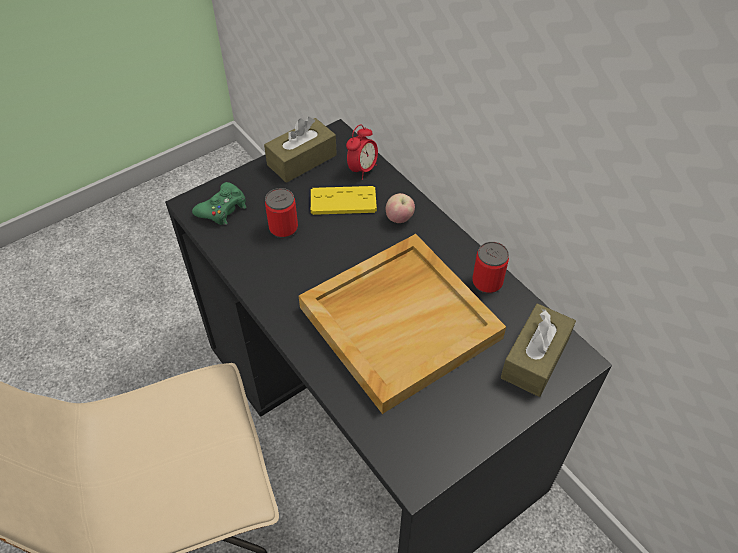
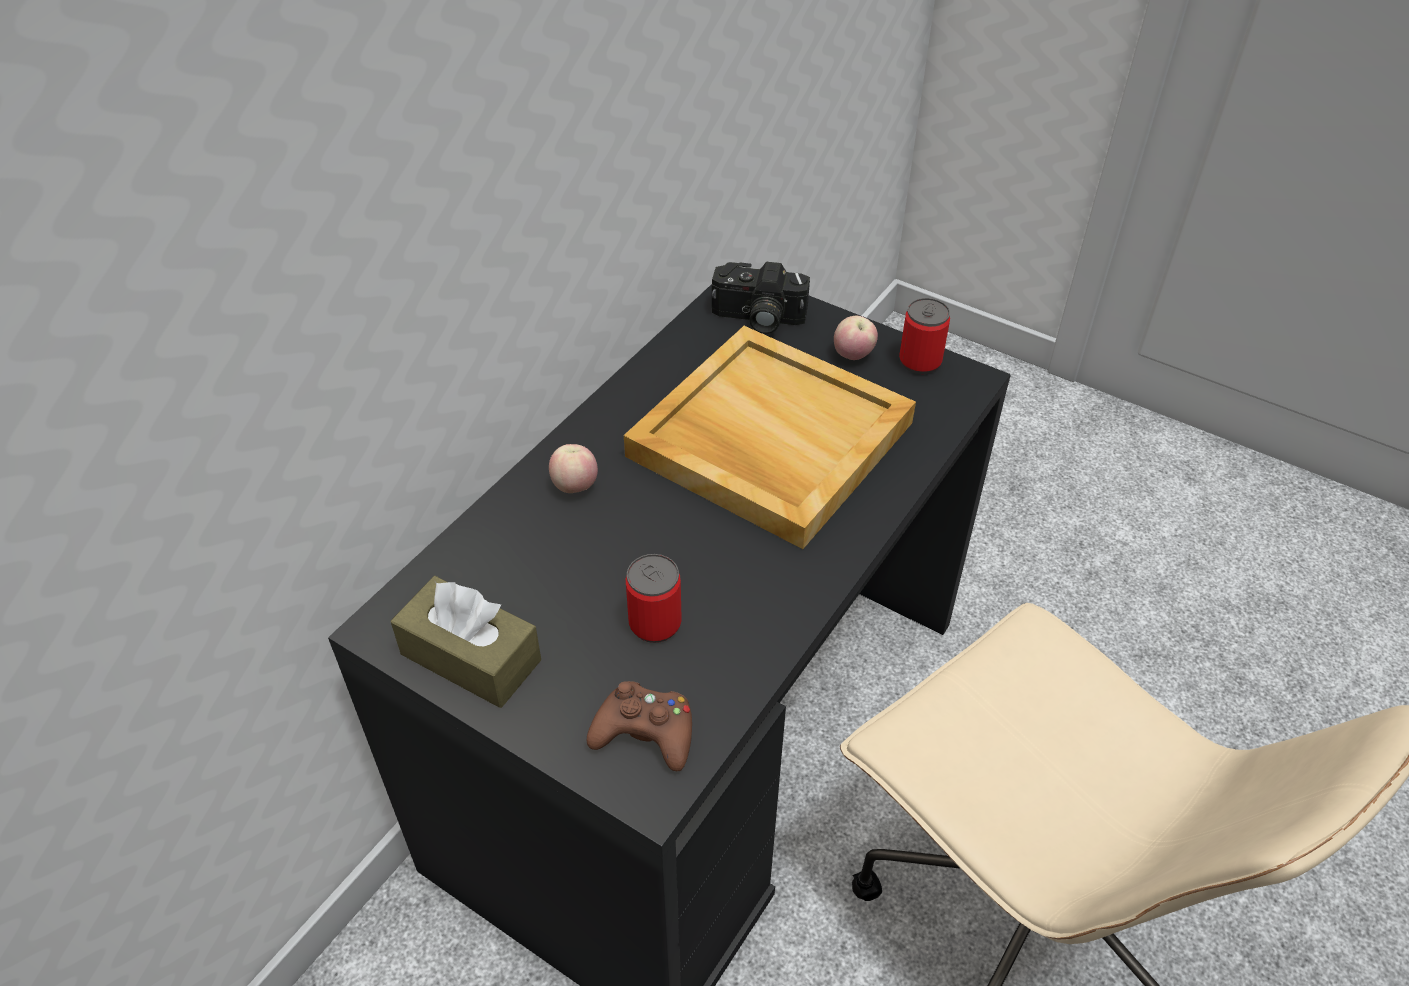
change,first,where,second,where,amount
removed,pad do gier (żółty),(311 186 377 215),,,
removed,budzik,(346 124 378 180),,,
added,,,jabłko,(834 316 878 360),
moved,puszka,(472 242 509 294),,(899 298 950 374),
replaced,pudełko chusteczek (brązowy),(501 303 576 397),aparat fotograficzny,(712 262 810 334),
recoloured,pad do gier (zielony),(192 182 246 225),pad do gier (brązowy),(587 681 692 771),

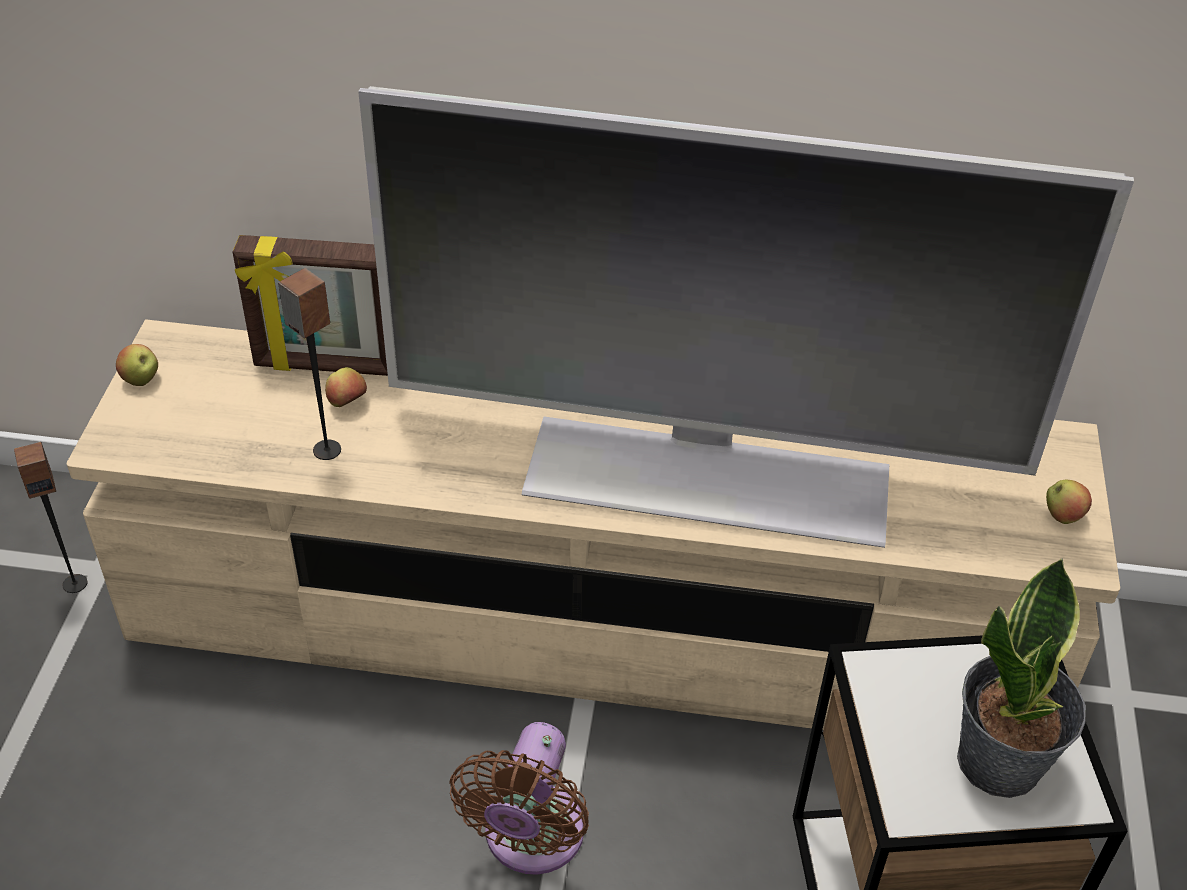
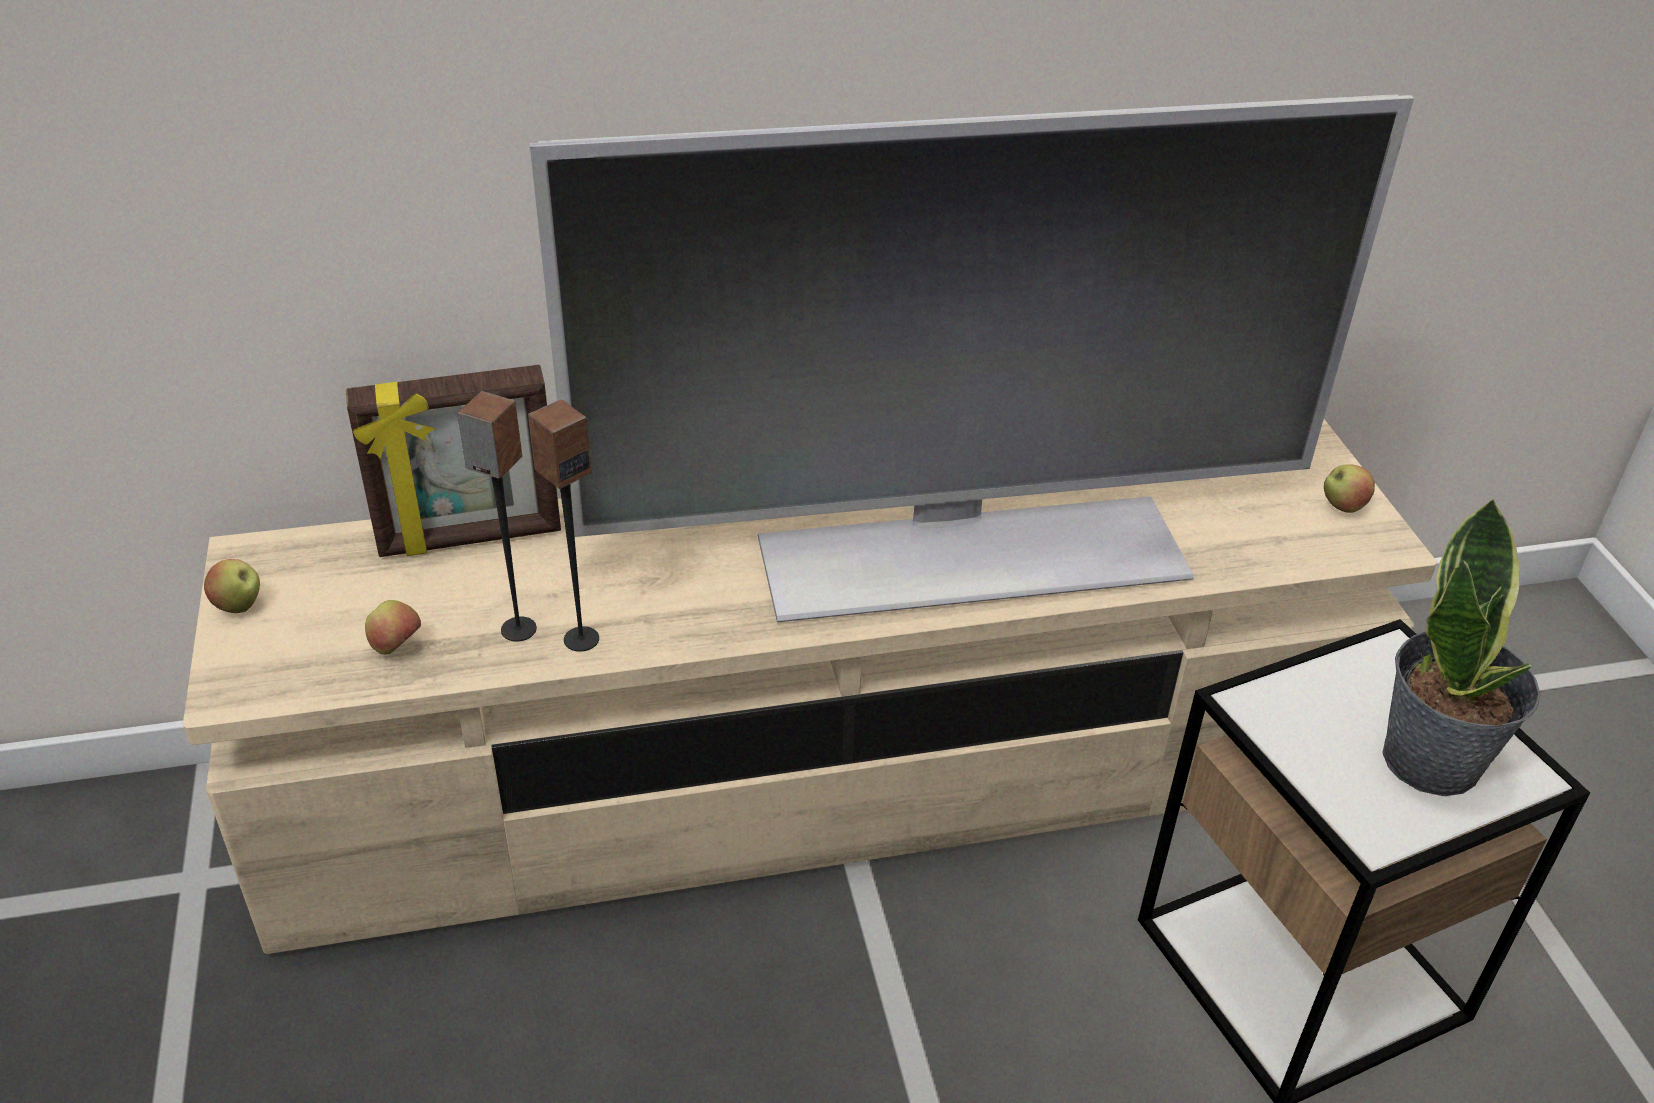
change,first,where,second,where,amount
removed,wentylator (brązowy),(449 722 589 875),,,
moved,głośnik,(14 441 87 593),,(528 399 599 652),
moved,jabłko,(325 367 367 407),,(365 600 421 655),

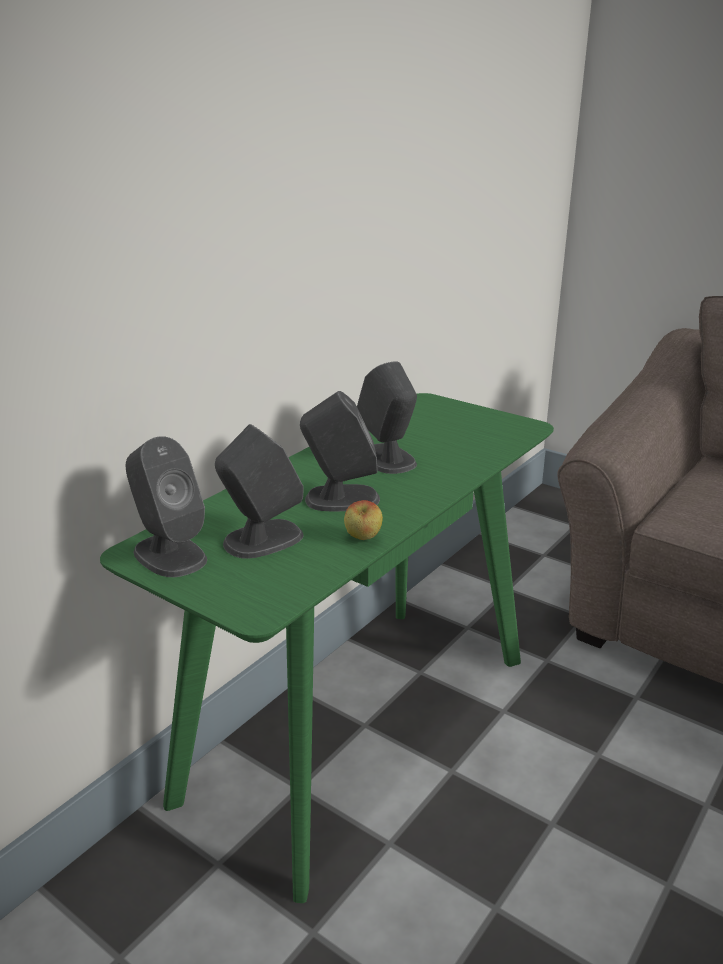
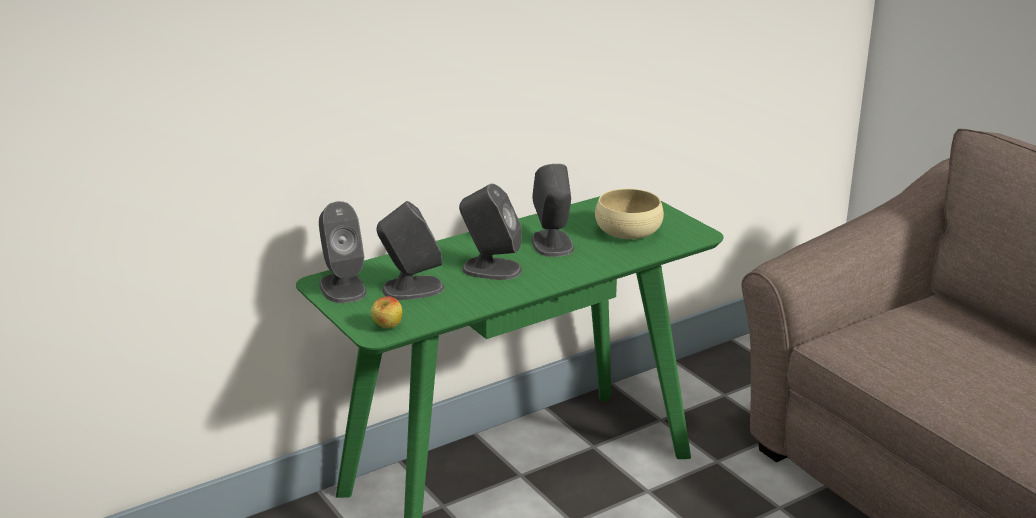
change,first,where,second,where,amount
added,,,miska (beżowy),(595 188 664 239),
moved,jabłko,(344 500 383 540),,(371 296 402 328),

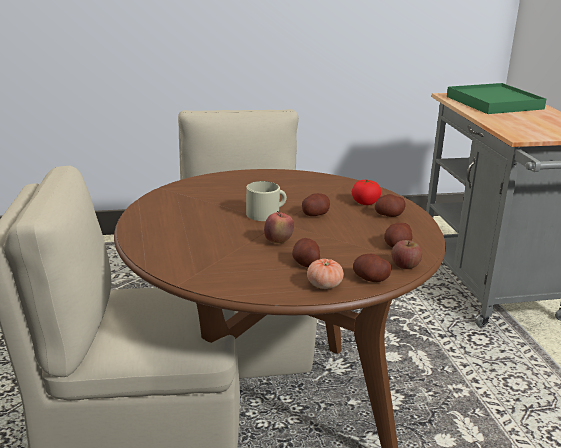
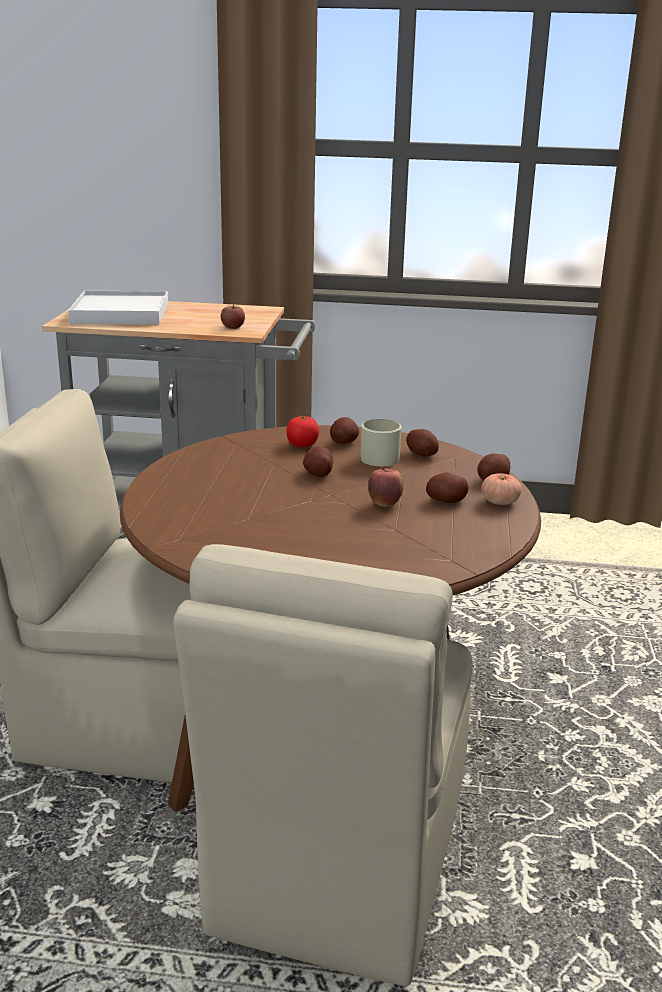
change,first,where,second,where,amount
moved,kubek (beżowy),(246 181 287 221),,(361 419 402 466),
moved,jabłko,(392 240 422 269),,(221 305 245 329),
recoloured,taca (zielony),(447 83 546 114),taca (biały),(68 290 168 325),

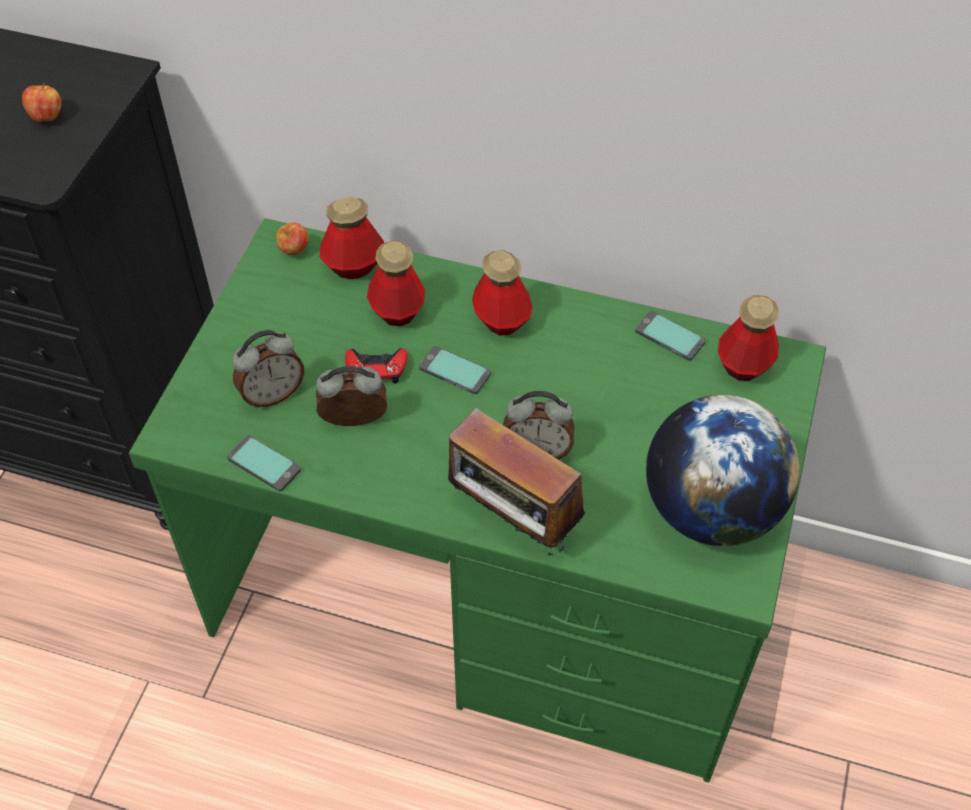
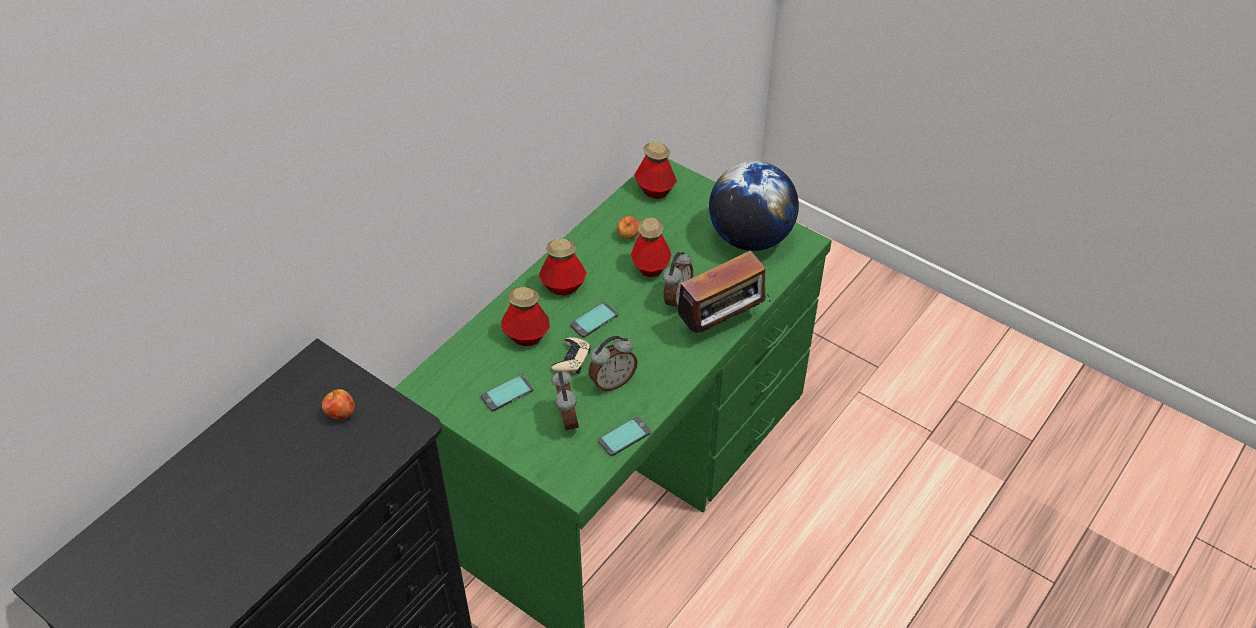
change,first,where,second,where,amount
moved,jabłko,(276 222 309 255),,(617 216 639 239),
moved,butelka,(320 197 384 279),,(631 217 671 277),
moved,telefon,(635 311 706 361),,(481 374 534 412),
recoloured,pad do gier (czerwony),(345 348 408 384),pad do gier (beżowy),(551 337 591 374),
turned,budzik,(316 366 387 426),,(588 336 638 391),135 degrees counterclockwise

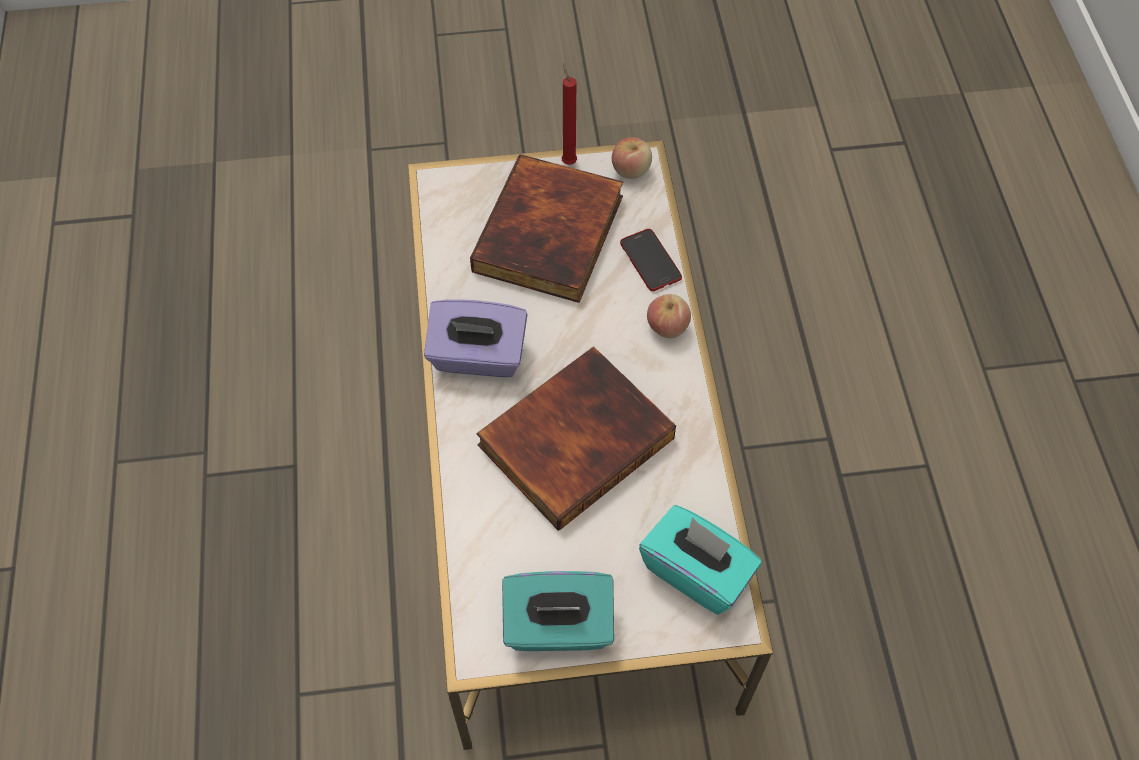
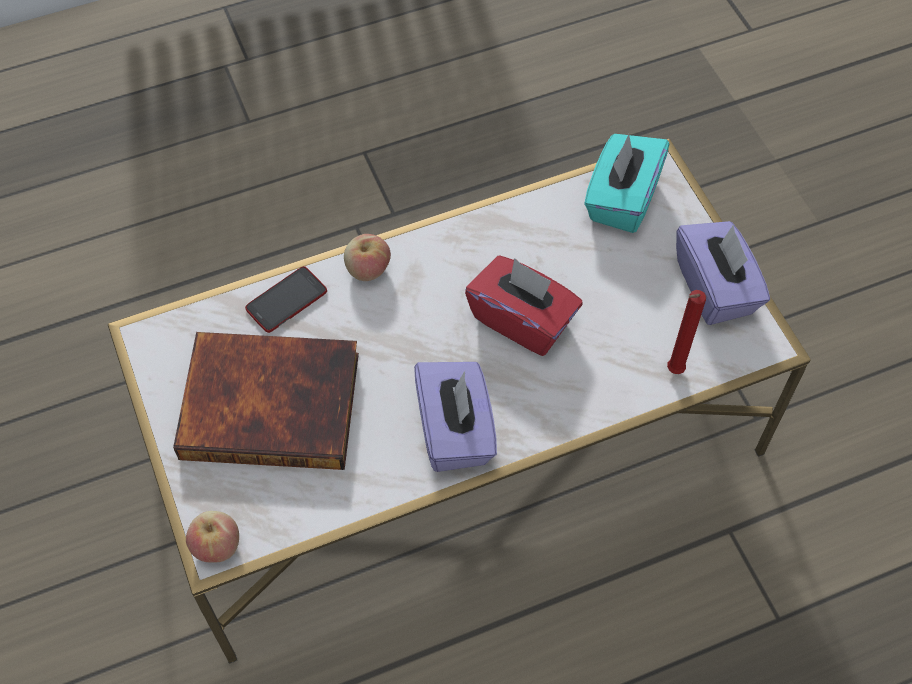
change,first,where,second,where,amount
moved,świeca (czerwony),(562 62 577 165),,(667 290 706 374),
moved,jabłko,(612 137 652 179),,(186 511 239 562),
replaced,książka,(476 346 676 531),pudełko chusteczek (czerwony),(465 256 582 356),
recoloured,pudełko chusteczek (turkusowy),(502 571 614 651),pudełko chusteczek (fioletowy),(676 221 770 325),

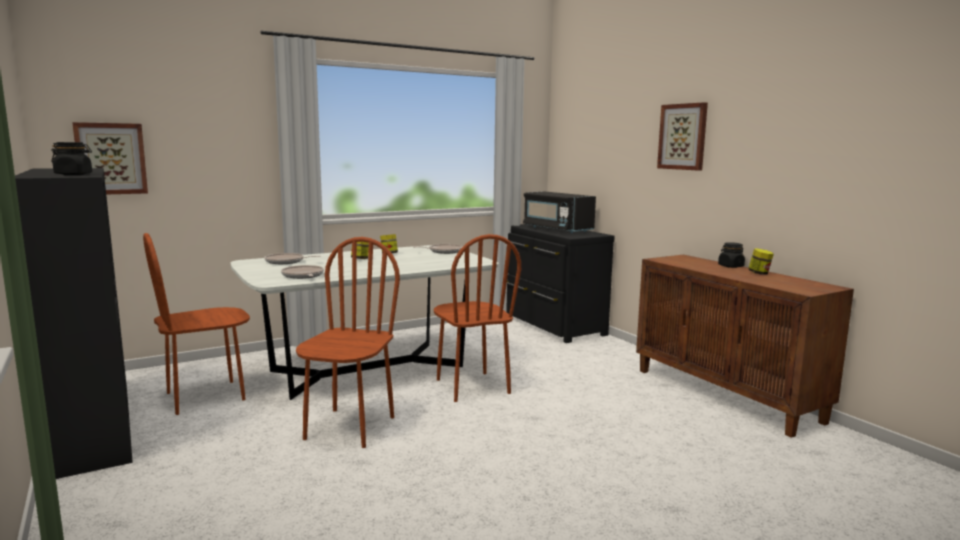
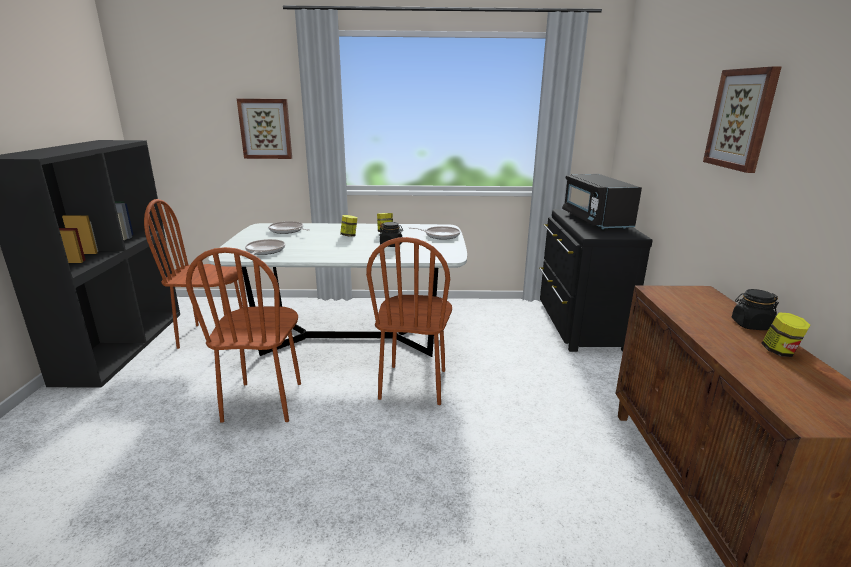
change,first,where,second,where,amount
moved,słoik (czarny),(51 142 92 175),,(379 222 403 247),
moved,obraz,(72 122 148 195),,(237 99 292 159),
turned,krzesło (brązowy),(296 237 400 448),,(186 247 301 423),135 degrees clockwise

